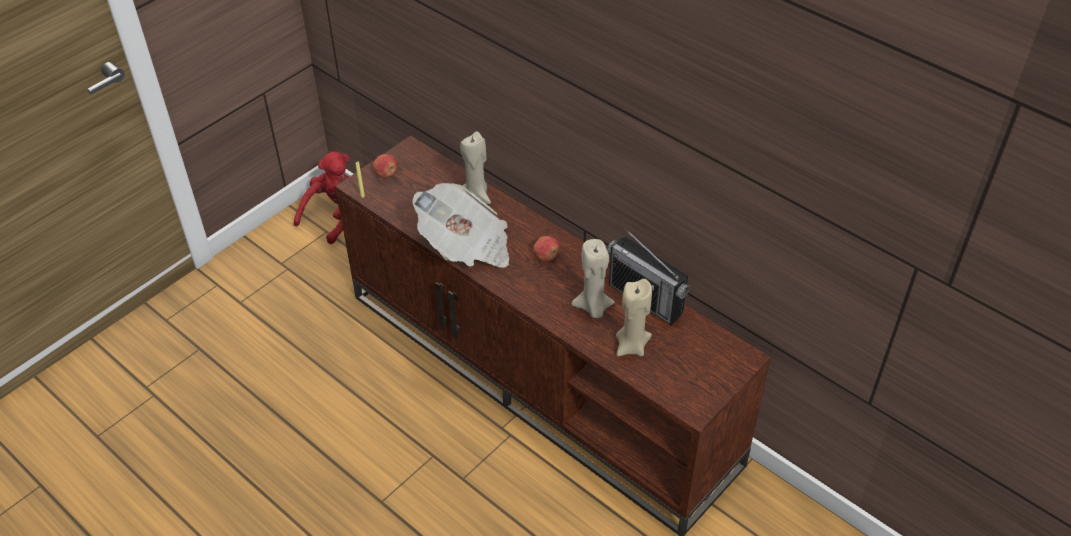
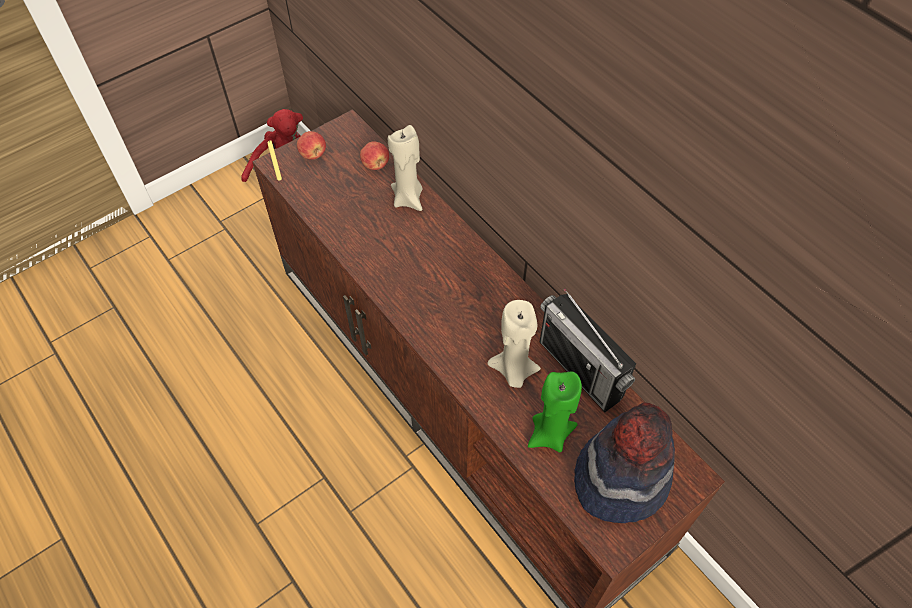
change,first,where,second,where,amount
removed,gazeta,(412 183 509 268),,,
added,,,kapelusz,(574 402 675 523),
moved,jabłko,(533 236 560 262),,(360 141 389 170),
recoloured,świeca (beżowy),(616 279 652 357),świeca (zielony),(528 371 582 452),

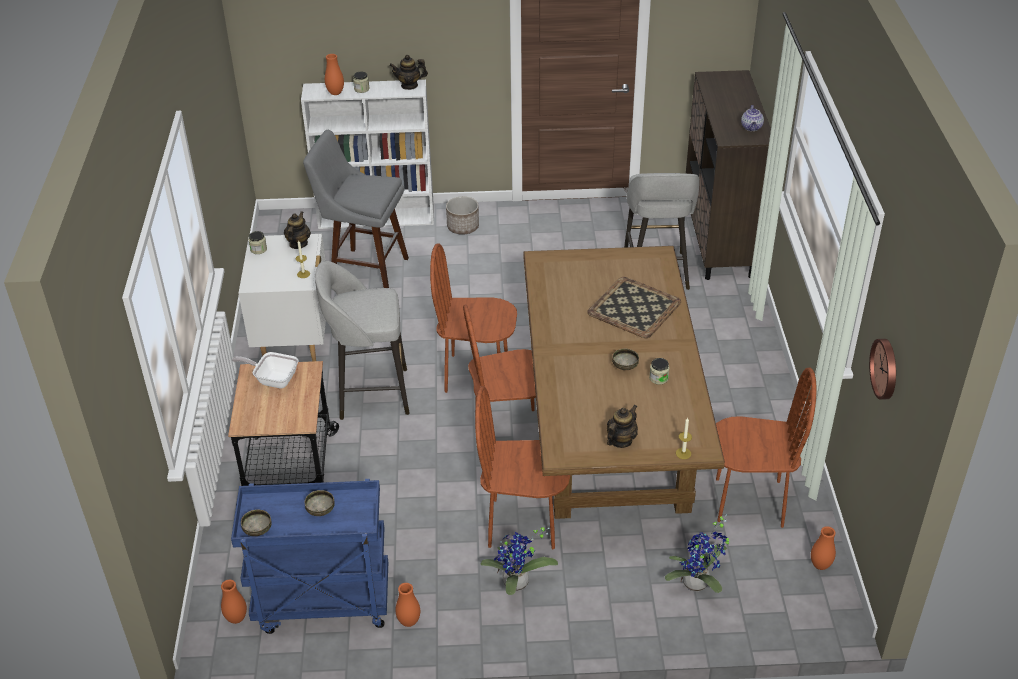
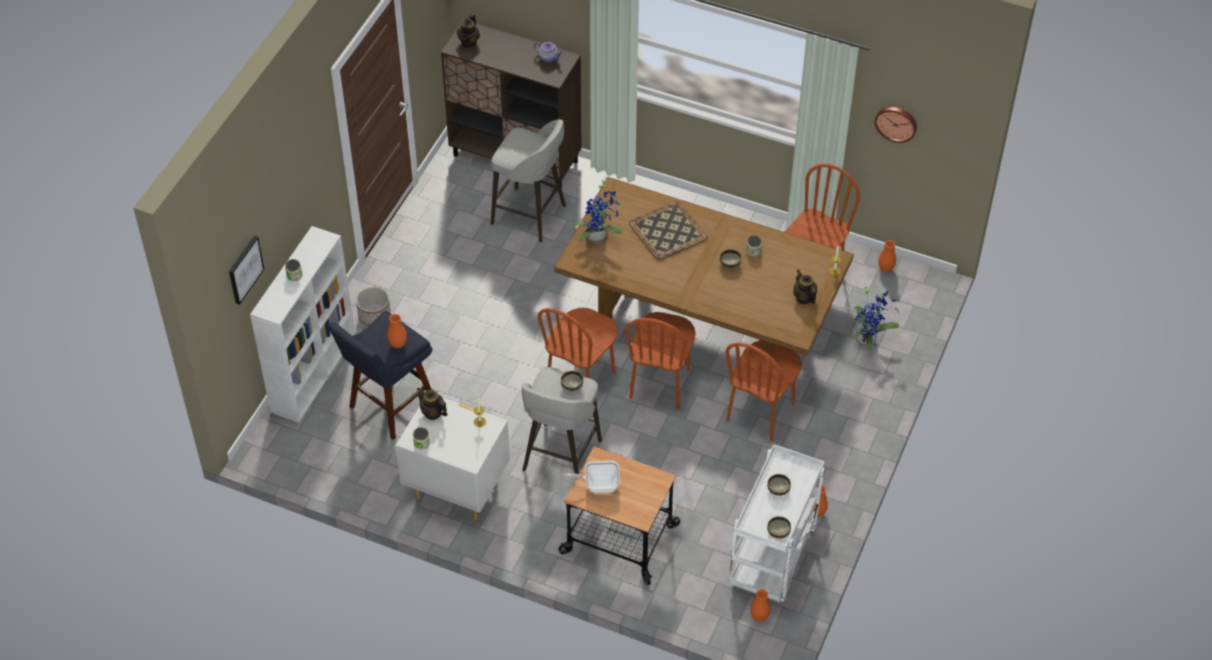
change,first,where,second,where,amount
added,,,obraz,(229 236 264 305),
added,,,miska,(561 371 583 391),
moved,wazon (pomarańczowy),(325 54 344 95),,(387 314 407 348),
moved,imbryk,(390 55 428 90),,(457 14 480 48),
moved,roślina doniczkowa,(480 527 558 595),,(574 177 623 243),
recoloured,wózek (niebieski),(231 479 388 634),wózek (biały),(729 444 825 602),
recoloured,stołek (szary),(303 130 409 288),stołek (niebieski),(328 311 432 440),
turned,patelnia,(232 352 298 388),,(560 461 620 493),45 degrees clockwise

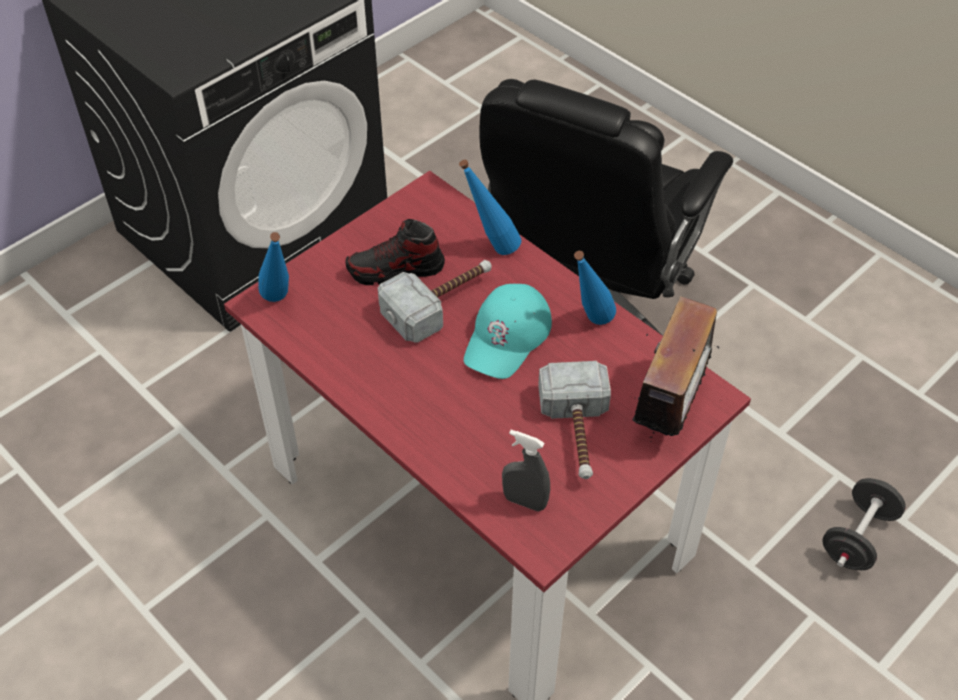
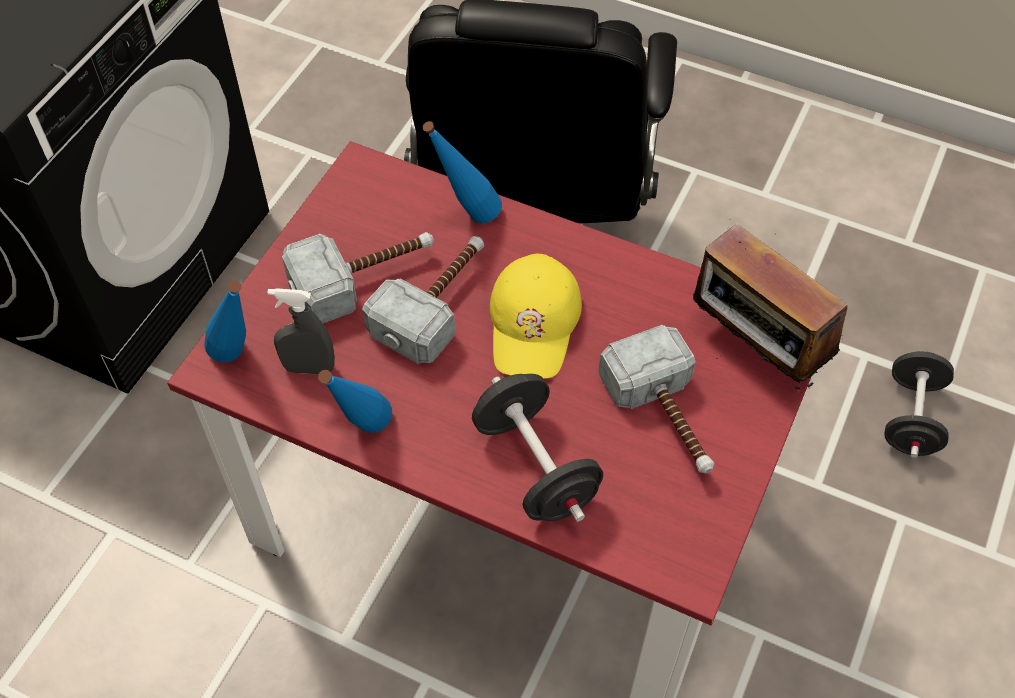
change,first,where,second,where,amount
added,,,hantel (czarny),(472 374 603 522),
moved,spryskiwacz (szary),(502 430 550 512),,(268 288 335 374),
moved,butelka (niebieski),(574 251 616 325),,(318 370 392 433),
replaced,but,(345 219 445 285),młotek,(282 232 434 323),
recoloured,czapka z daszkiem (turkusowy),(464 284 552 379),czapka z daszkiem (żółty),(490 254 582 379),
turned,radio,(631 296 719 442),,(693 223 848 390),135 degrees clockwise

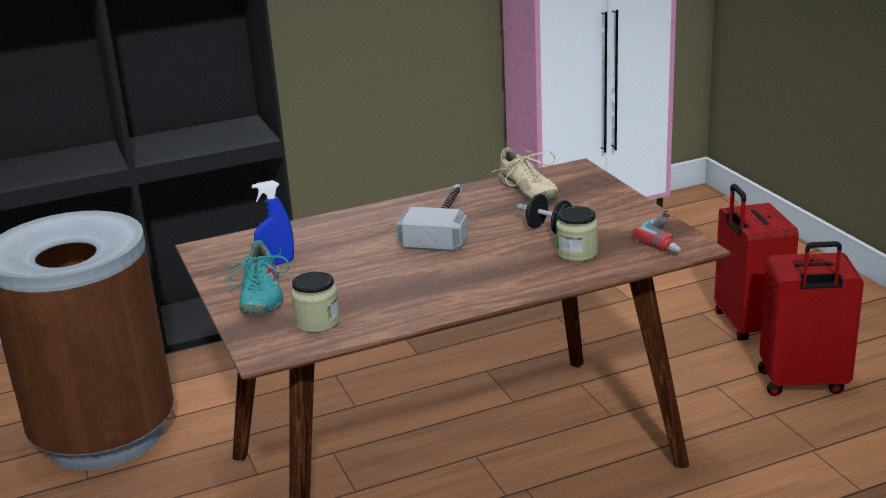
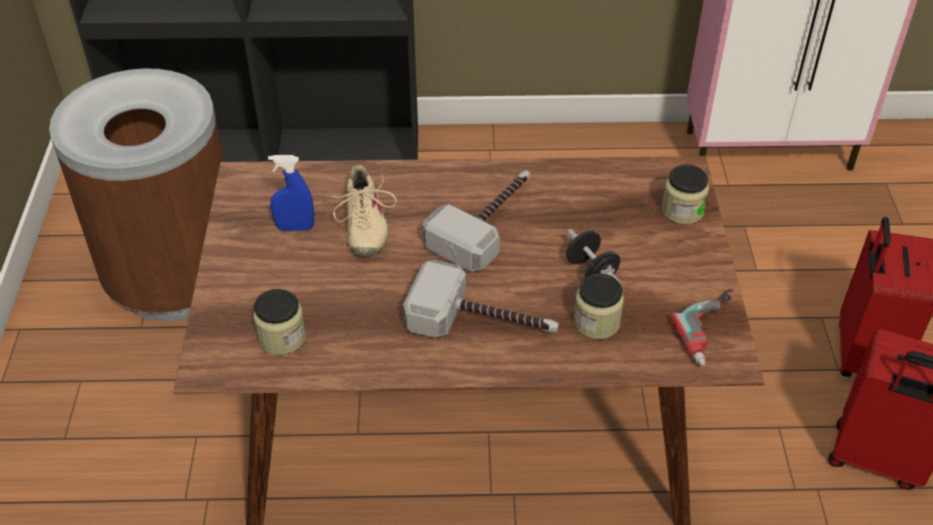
change,first,where,second,where,amount
removed,but (turkusowy),(224 240 289 314),,,
added,,,młotek,(403 260 559 338),
added,,,słoik,(661 165 709 224),
moved,but (beżowy),(491 147 558 201),,(326 164 397 256),

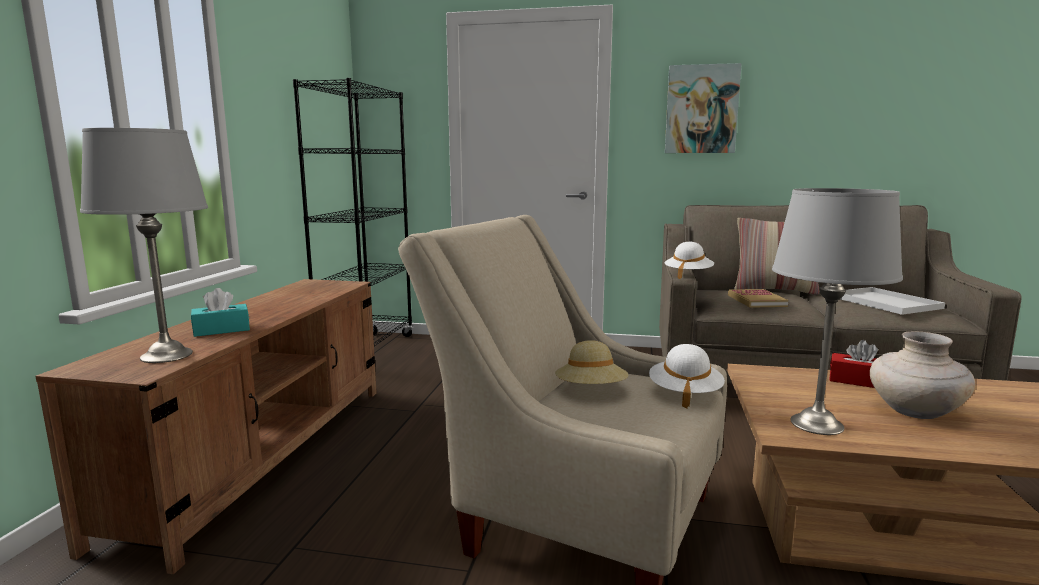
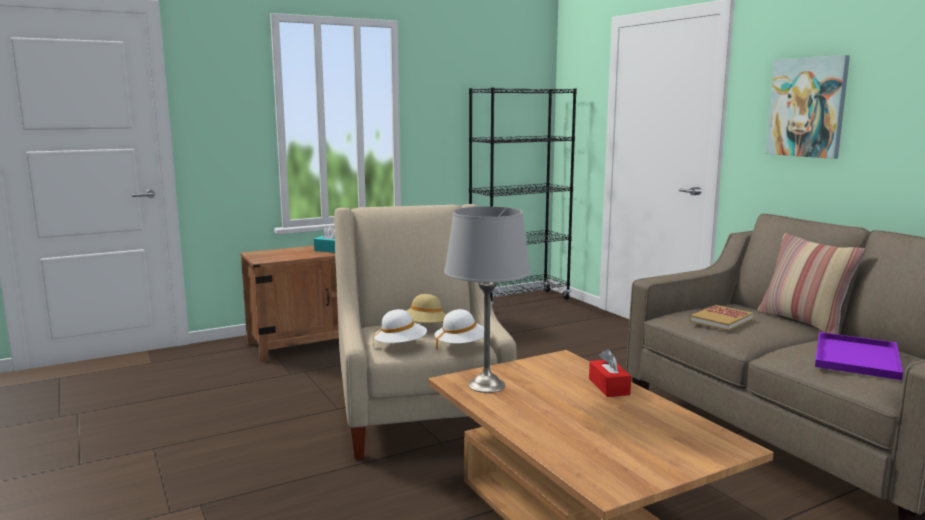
change,first,where,second,where,amount
removed,lampa stołowa (szary),(80 128 208 363),,,
removed,wazon (beżowy),(870 332 975 419),,,
moved,kapelusz (biały),(665 242 714 279),,(373 309 427 347),
recoloured,taca (biały),(840 287 945 315),taca (fioletowy),(815 332 903 380),

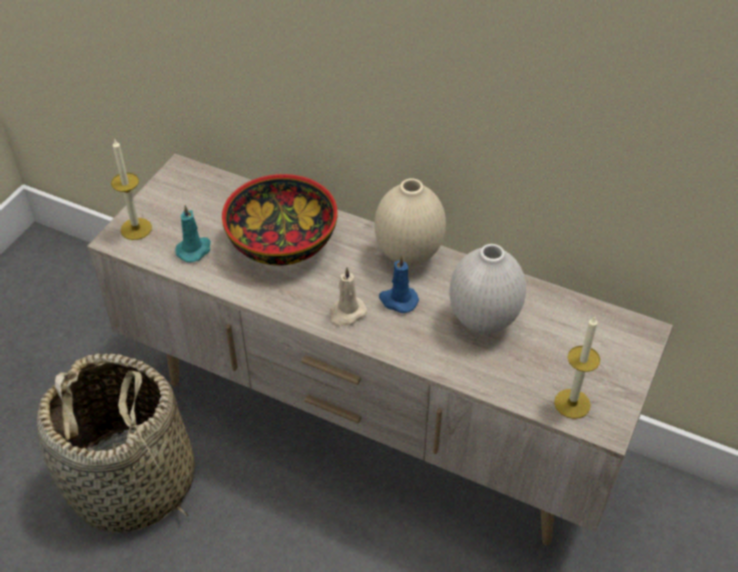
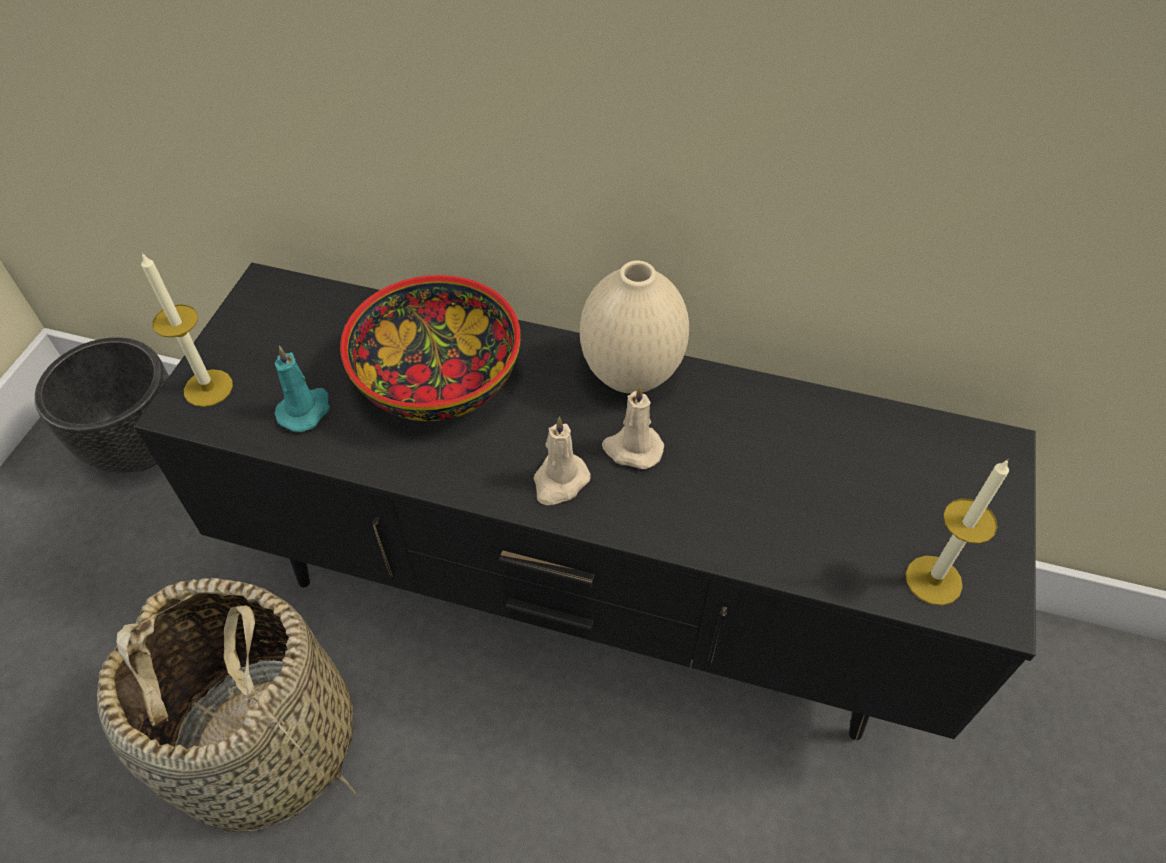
change,first,where,second,where,amount
removed,wazon (biały),(449 244 526 334),,,
added,,,donica (czarny),(35 337 169 474),
recoloured,szafka pod telewizor (beżowy),(87 154 673 545),szafka pod telewizor (czarny),(133 263 1036 740),
recoloured,świeca (niebieski),(379 255 419 313),świeca (beżowy),(602 384 664 469),

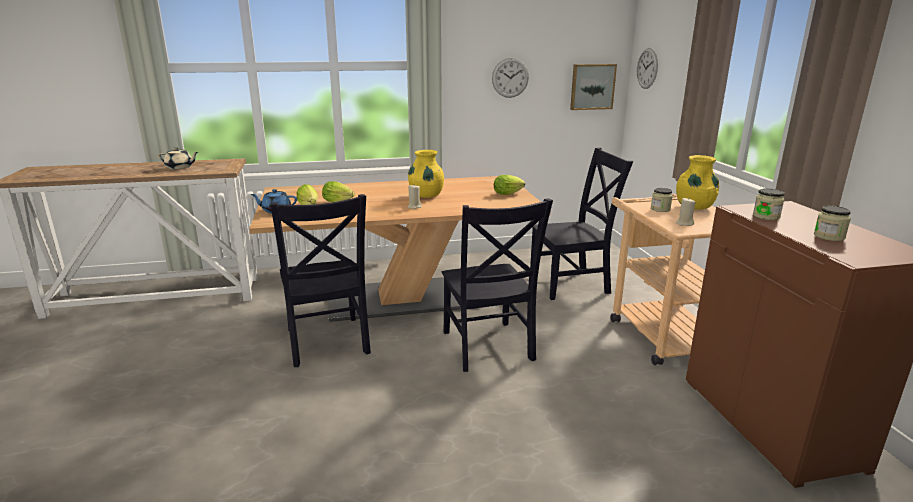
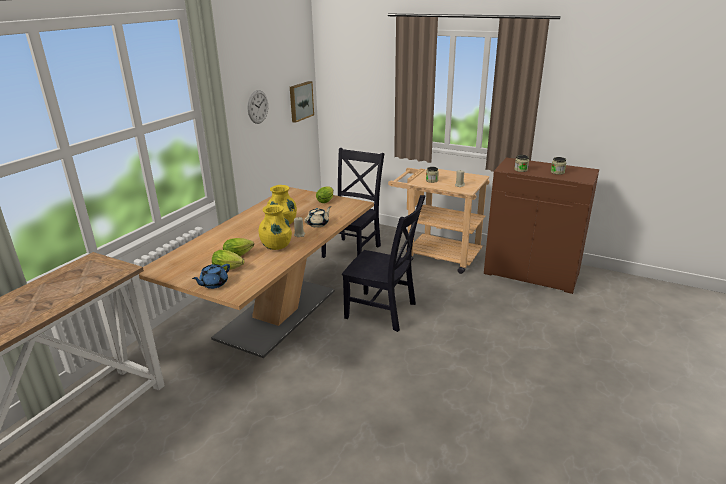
change,first,where,second,where,amount
removed,krzesło (czarny),(271 194 371 367),,,
removed,zegar ścienny,(637 48 658 89),,,
moved,imbryk (beżowy),(158 147 198 169),,(304 206 331 228),
moved,wazon (żółty),(676 155 719 210),,(258 204 292 250),

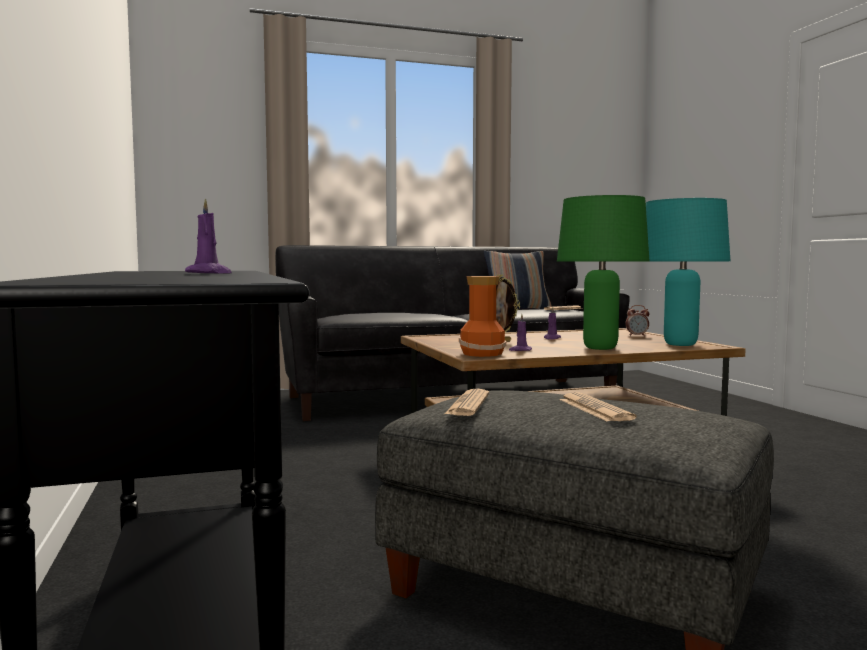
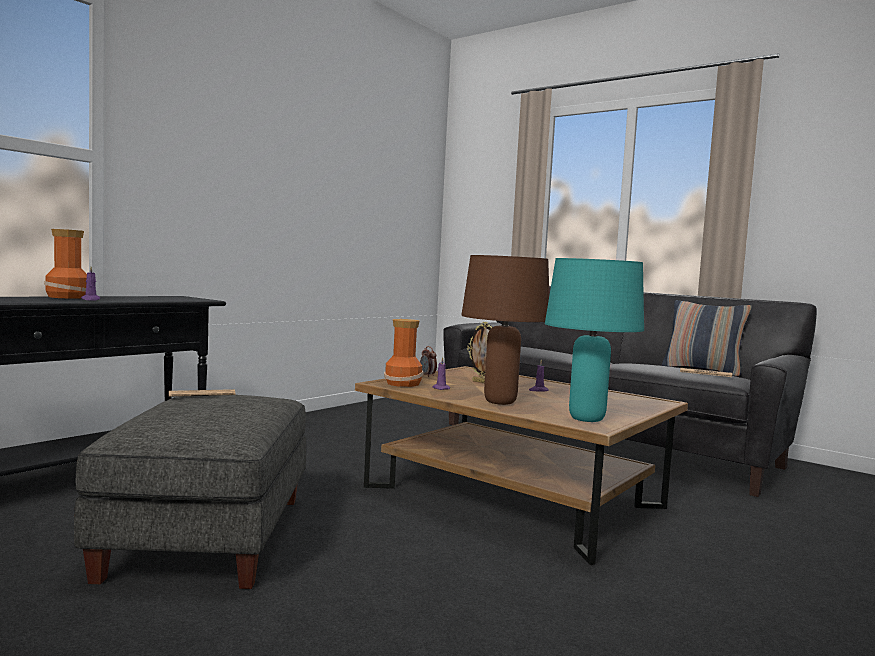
change,first,where,second,where,amount
removed,gazeta,(560 392 637 422),,,
added,,,wazon,(44 229 87 298),
moved,budzik,(625 305 650 337),,(420 346 437 377),
recoloured,lampa stołowa (zielony),(557 195 650 350),lampa stołowa (brązowy),(461 255 549 405),

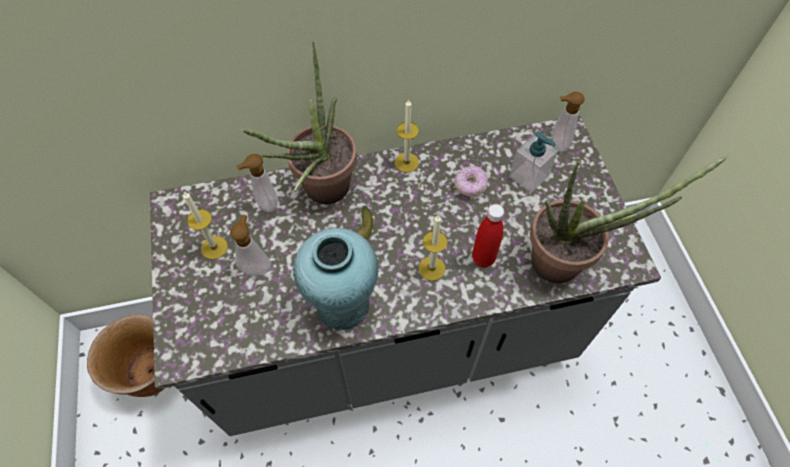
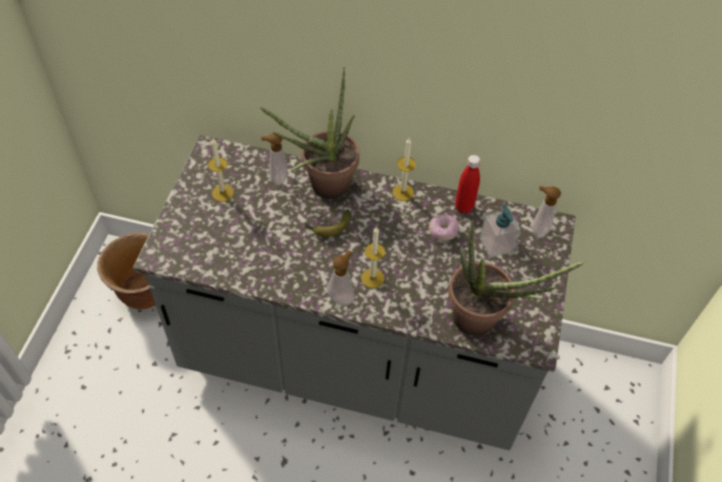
change,first,where,second,where,amount
removed,wazon (turkusowy),(293 228 378 331),,,
moved,dozownik mydła,(230 215 271 276),,(327 251 354 306),
moved,butelka (czerwony),(472 204 504 268),,(455 155 480 214),

